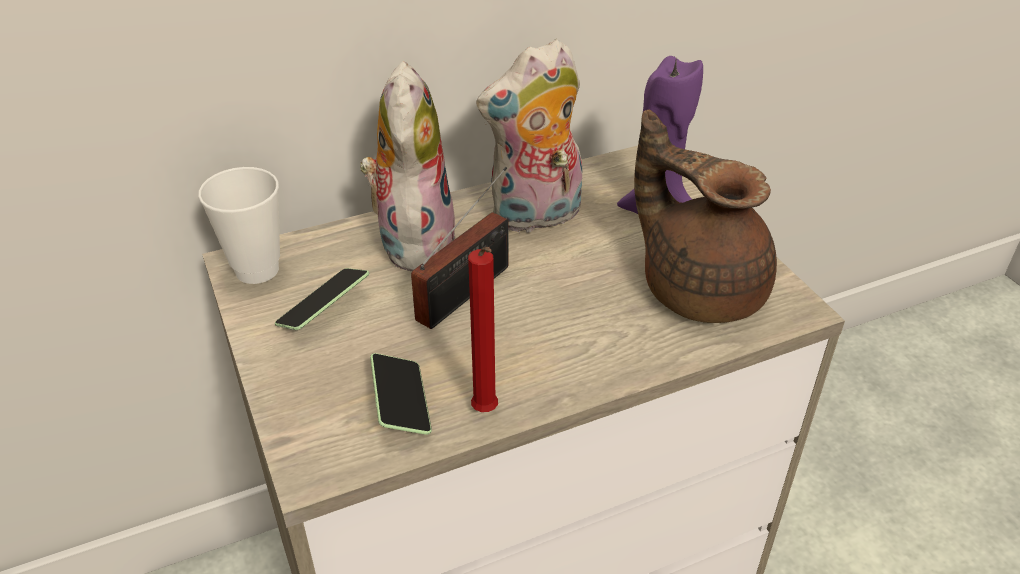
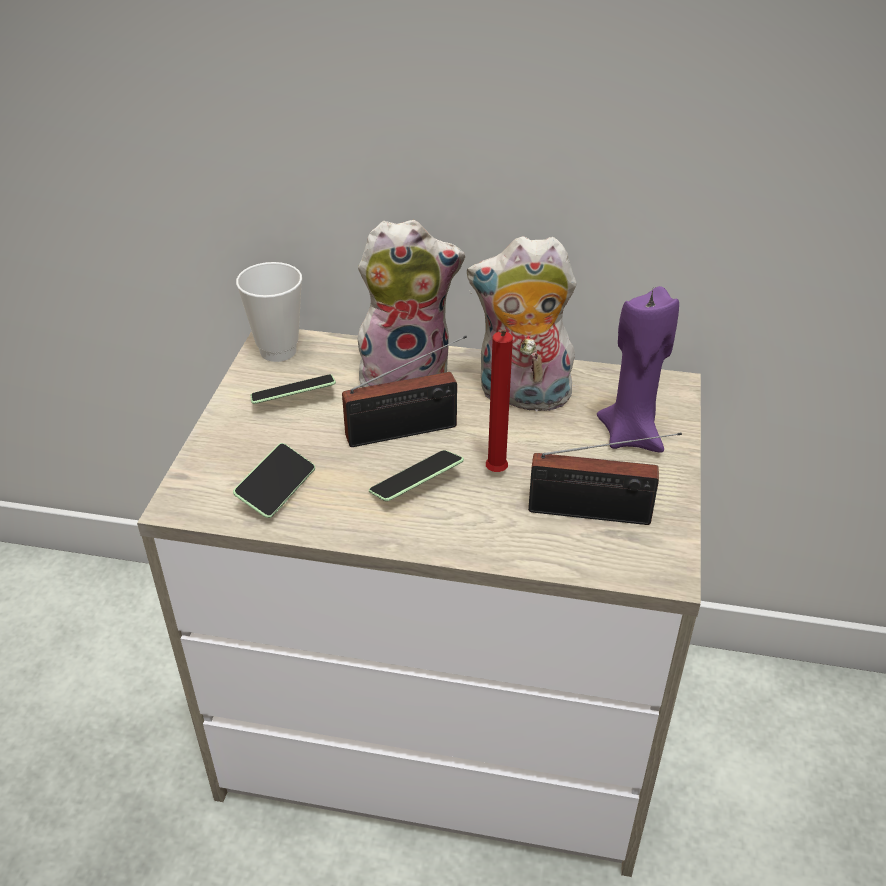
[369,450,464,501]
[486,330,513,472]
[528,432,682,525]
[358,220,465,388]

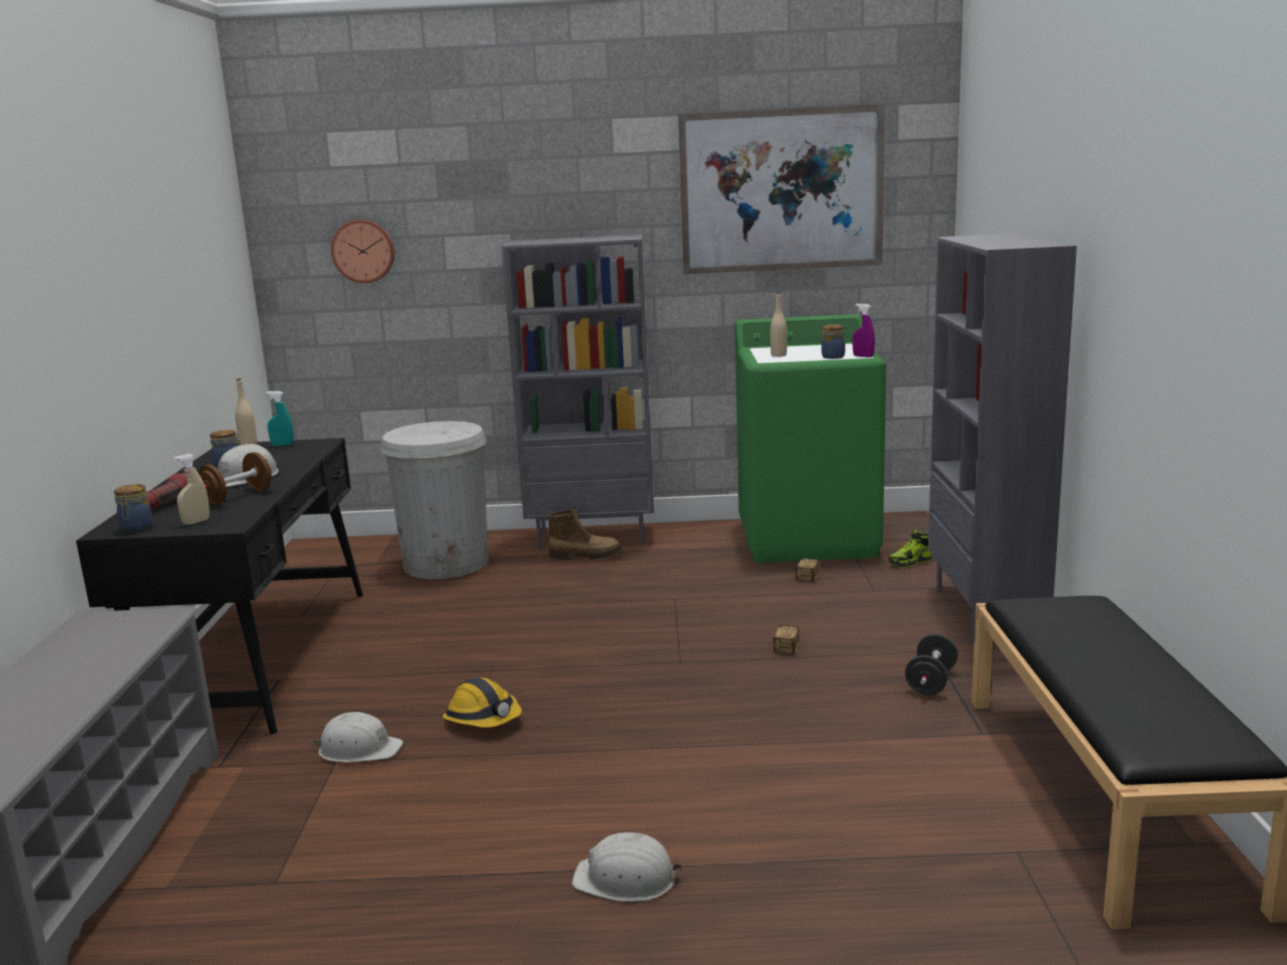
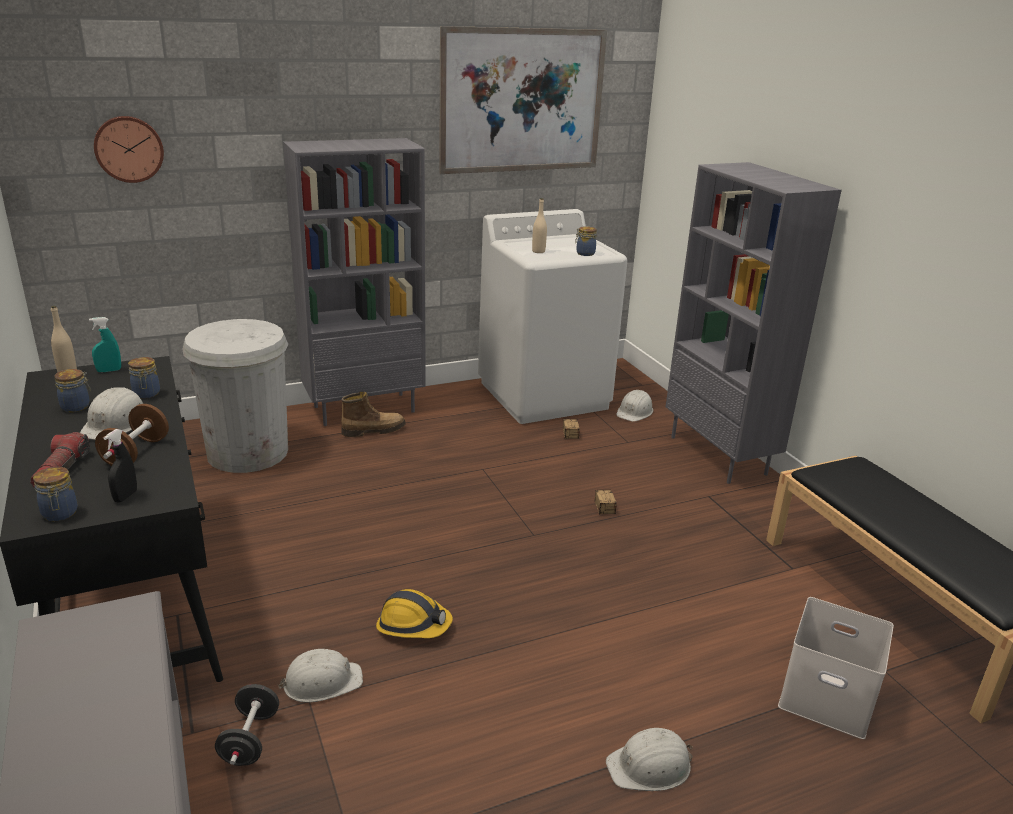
[852,304,875,357] (first image)
[128,357,160,399]
[778,597,894,739]
[215,684,279,766]
[616,390,653,422]
[104,429,137,502]
[478,209,628,424]

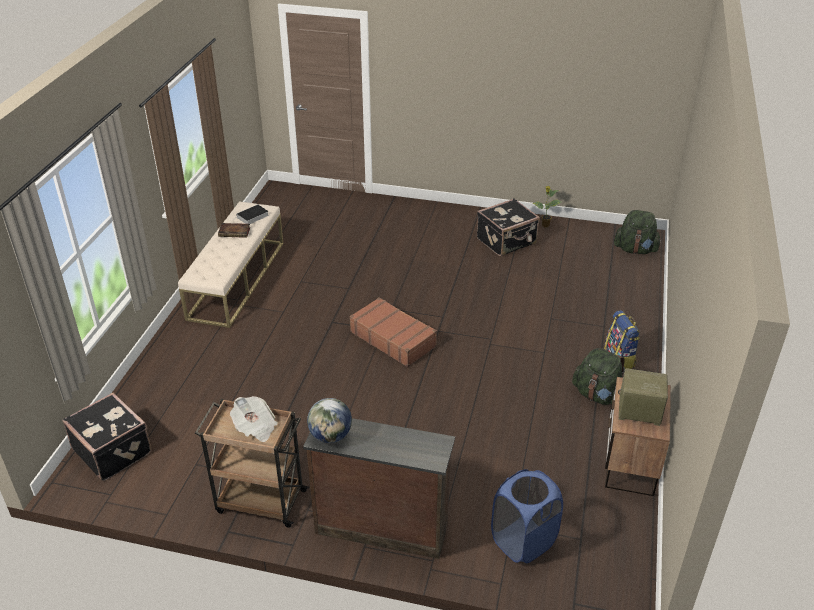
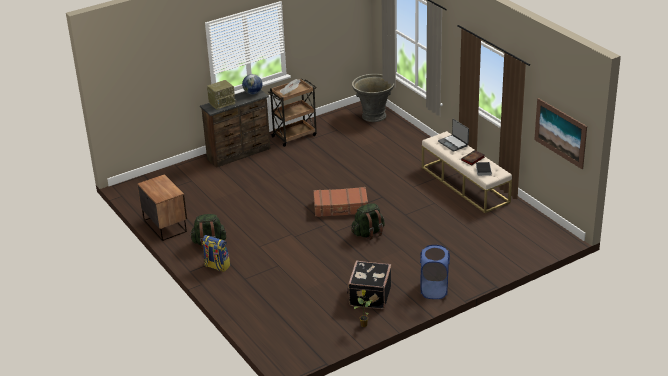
[438,119,469,152]
[534,98,587,169]
[420,245,450,299]
[352,203,385,240]
[207,80,237,110]
[352,74,394,122]

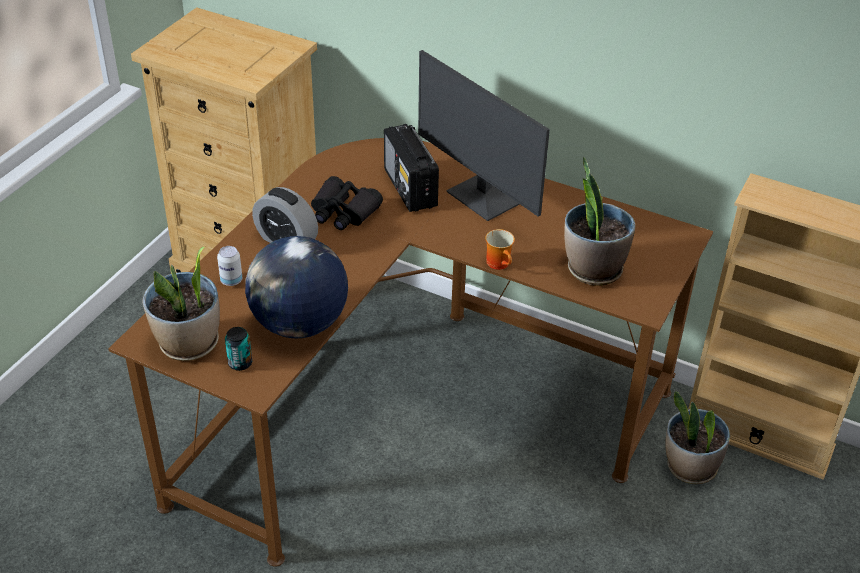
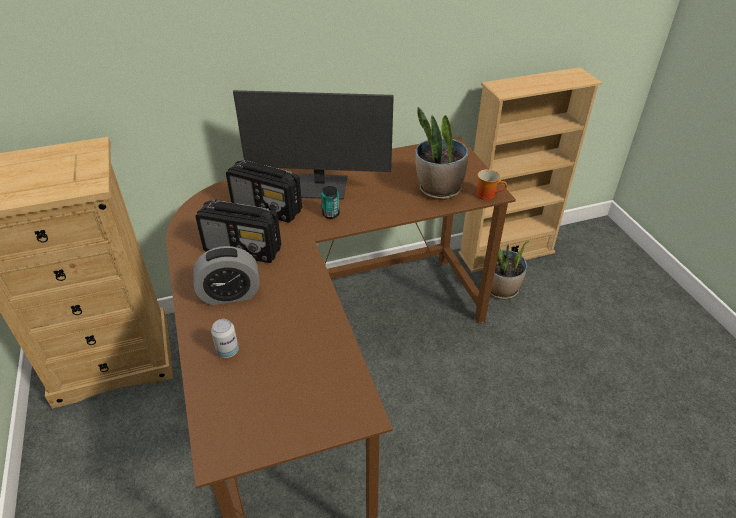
[143,247,220,361] (first image)
[245,236,348,338] (first image)
[321,186,340,219]
[477,169,507,200]
[195,199,281,263]

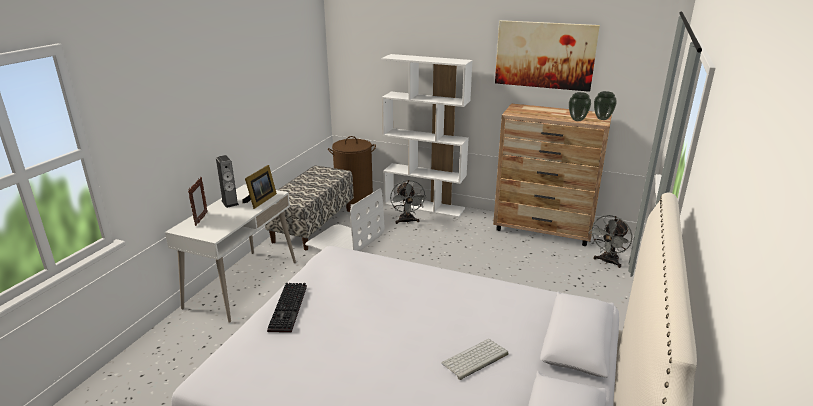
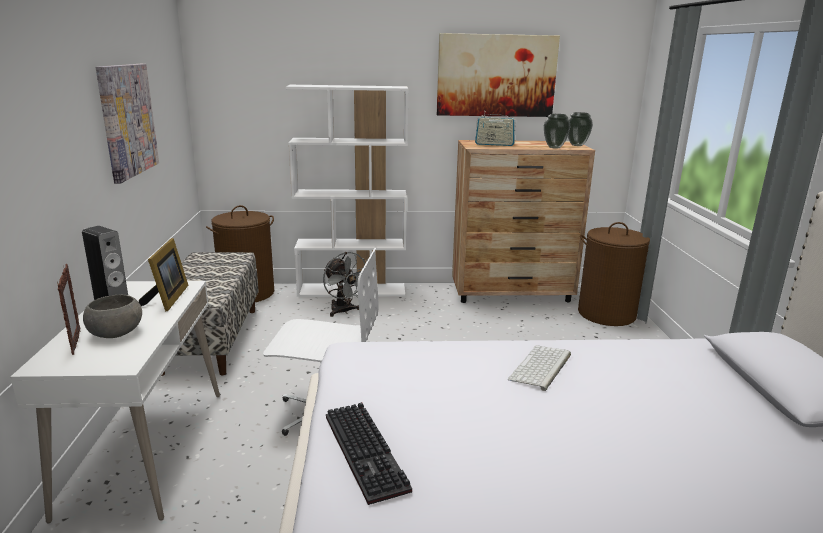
[83,295,142,338]
[96,64,159,184]
[475,114,516,146]
[508,345,571,391]
[578,222,650,326]

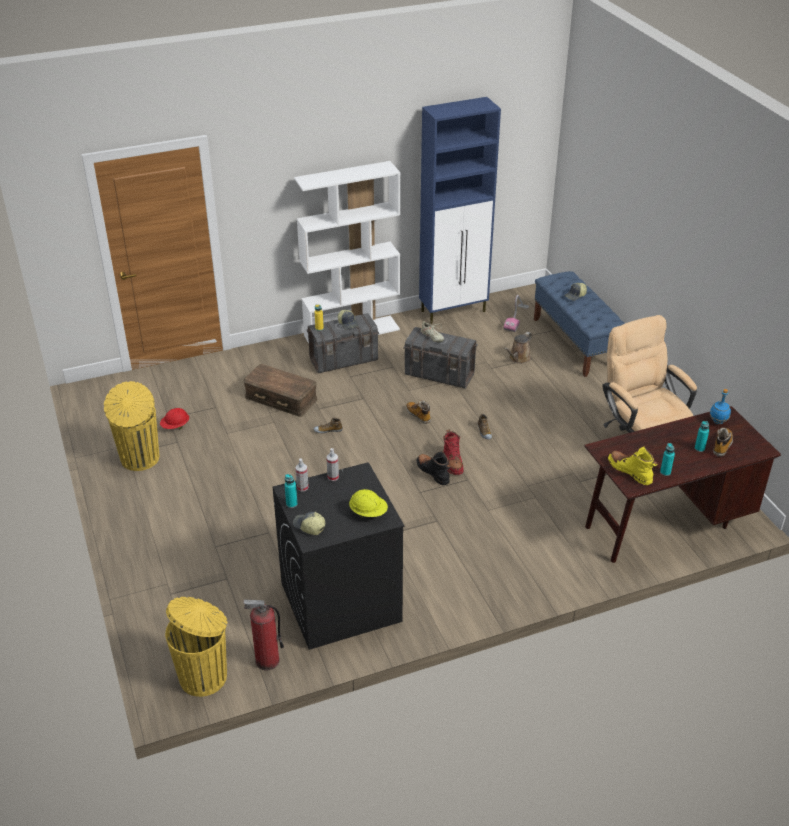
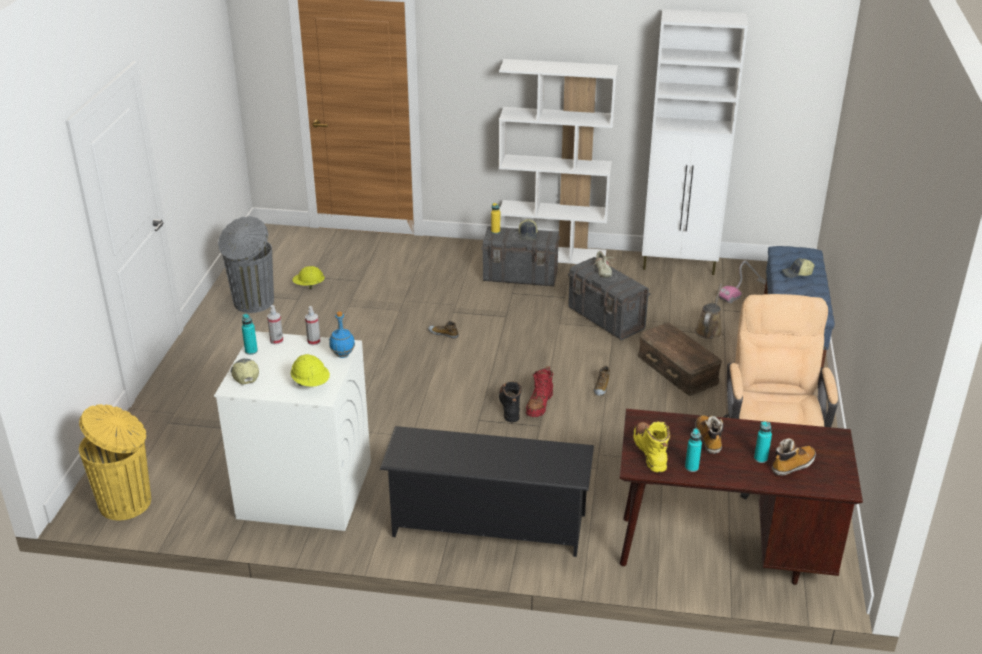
[243,599,284,670] (first image)
[380,426,594,557]
[638,323,722,396]
[695,415,723,454]
[329,311,355,358]
[218,216,274,313]
[292,266,325,289]
[214,331,371,531]
[642,9,748,275]
[695,284,722,339]

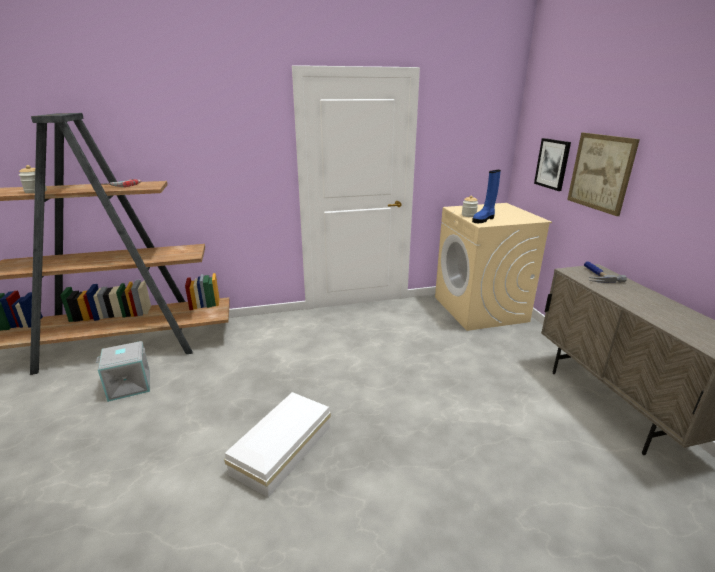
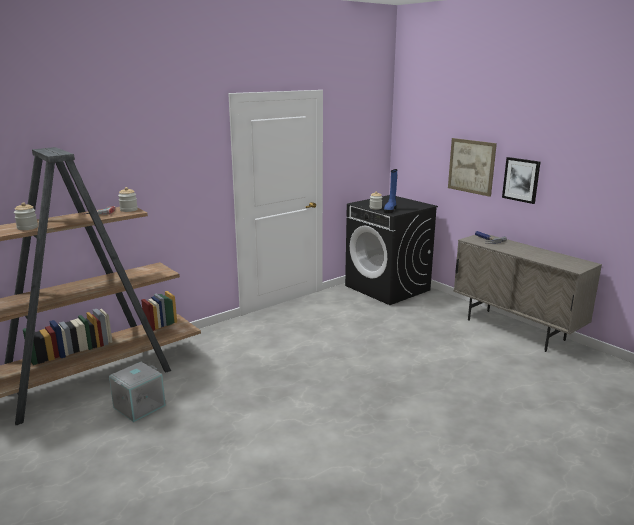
[224,392,331,498] (first image)
[118,187,138,212]
[502,157,540,204]
[345,195,438,305]

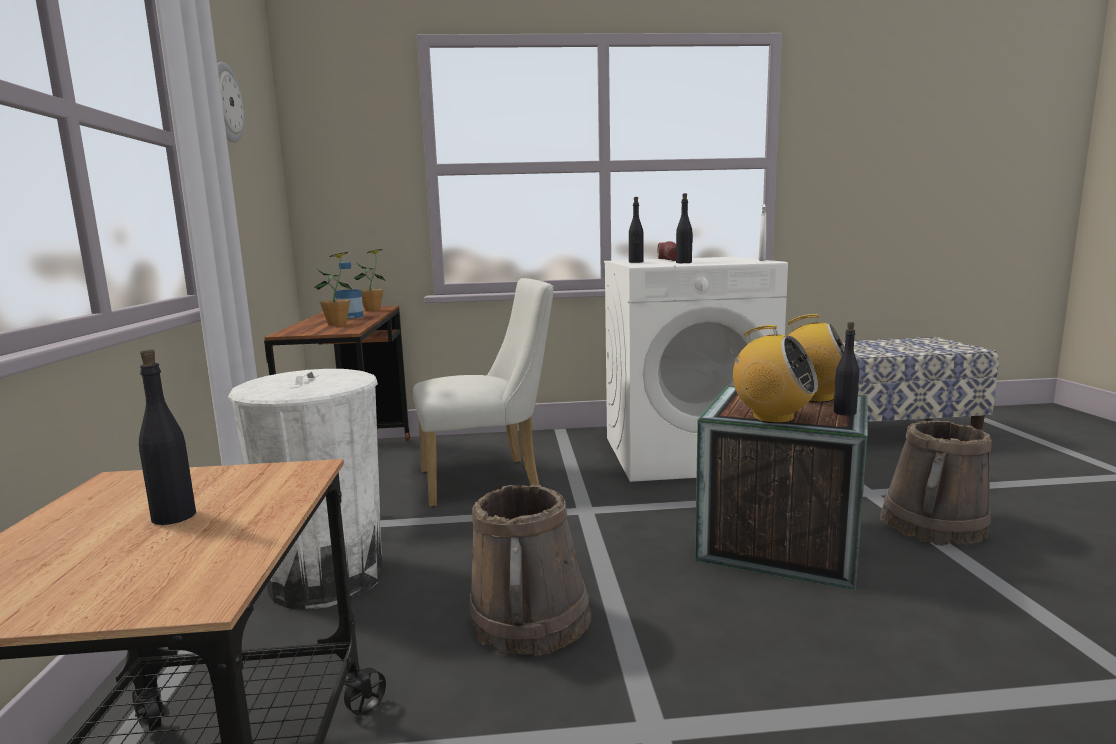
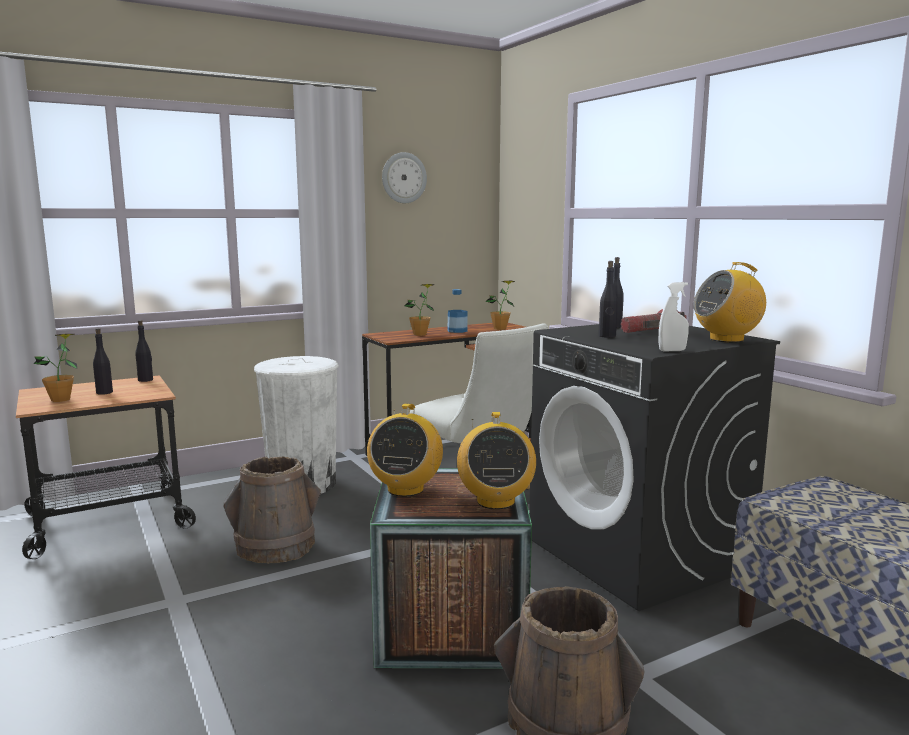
[34,334,77,402]
[693,262,766,343]
[135,320,153,382]
[529,324,780,611]

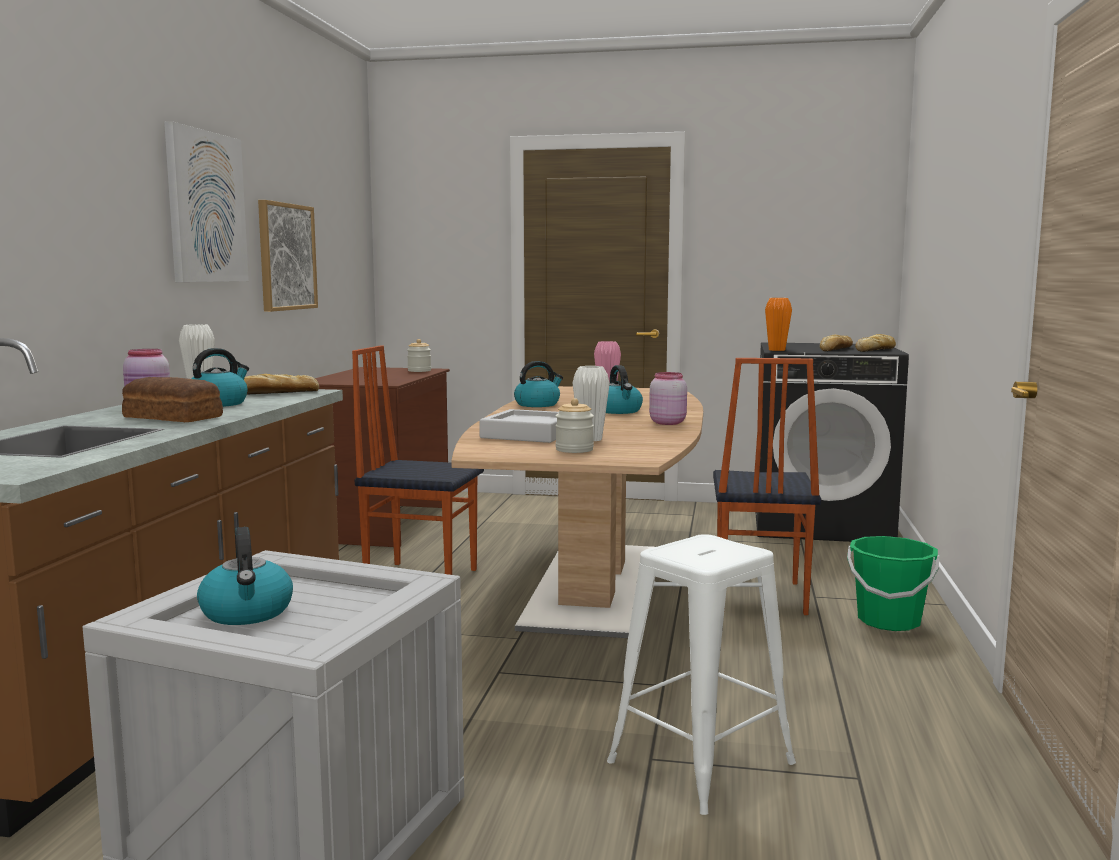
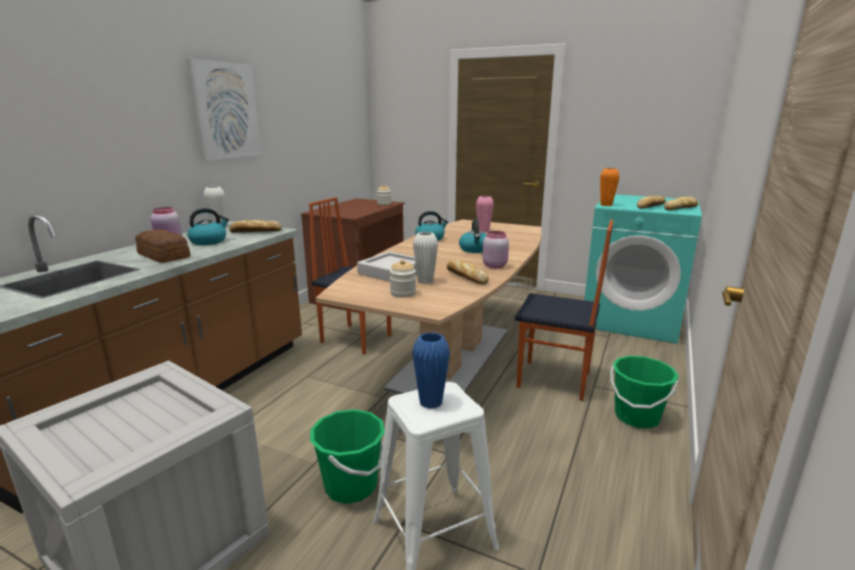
[197,527,293,625] (first image)
[258,200,318,312] (first image)
[310,409,385,504]
[412,332,450,409]
[447,260,489,285]
[584,194,702,344]
[515,220,613,401]

